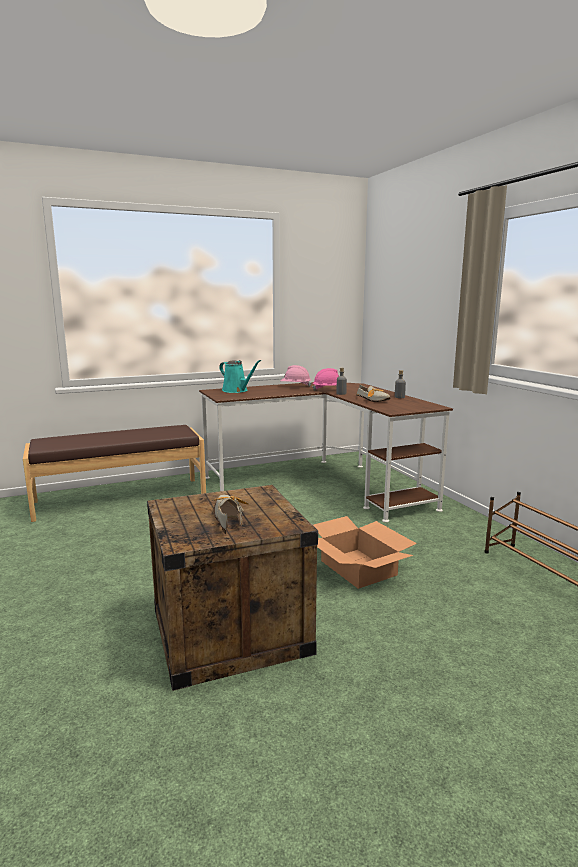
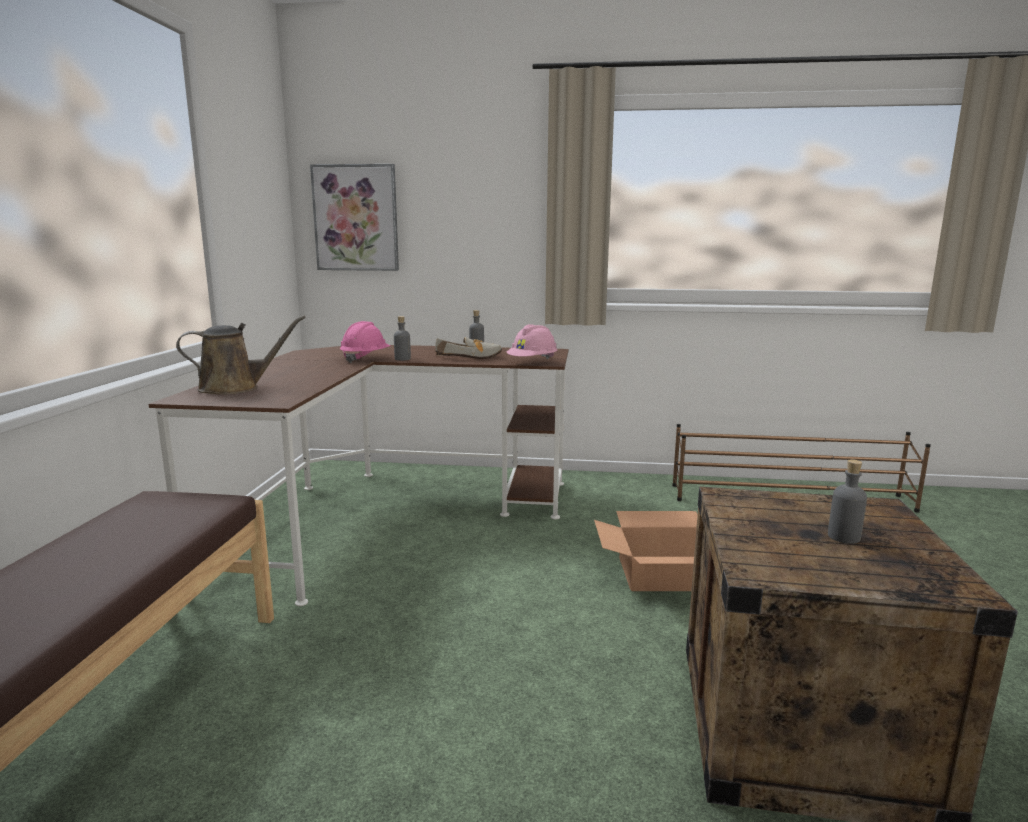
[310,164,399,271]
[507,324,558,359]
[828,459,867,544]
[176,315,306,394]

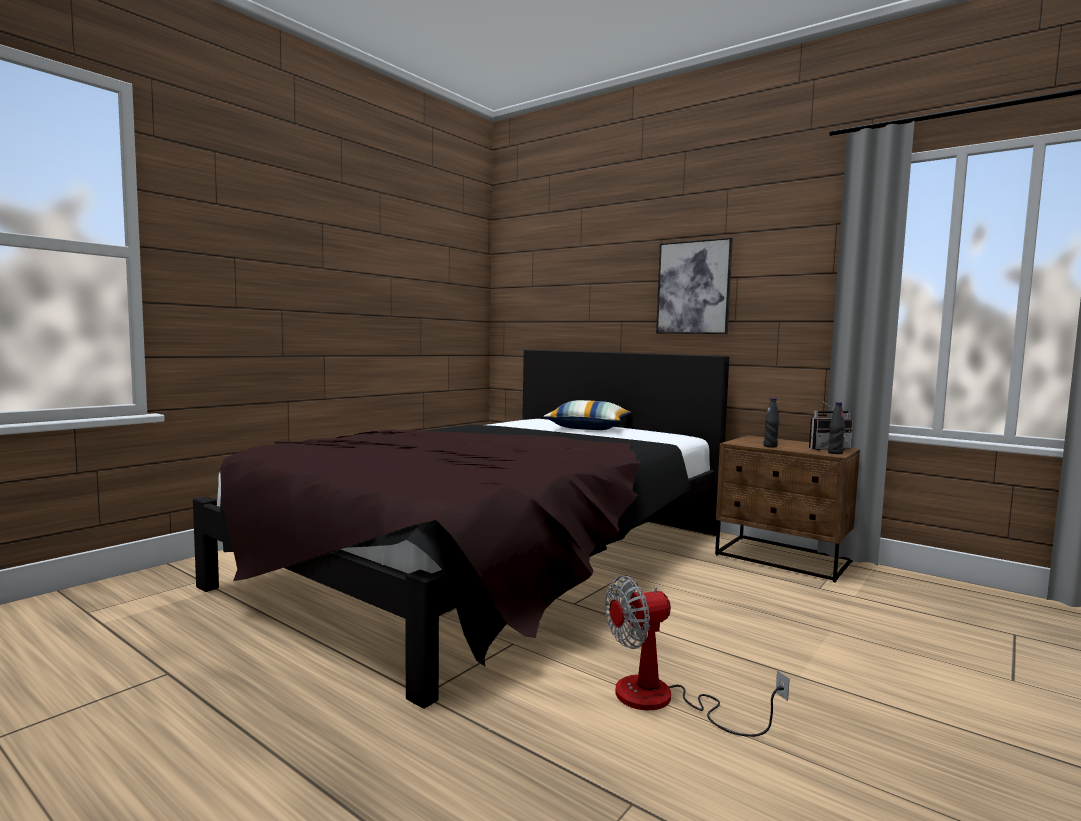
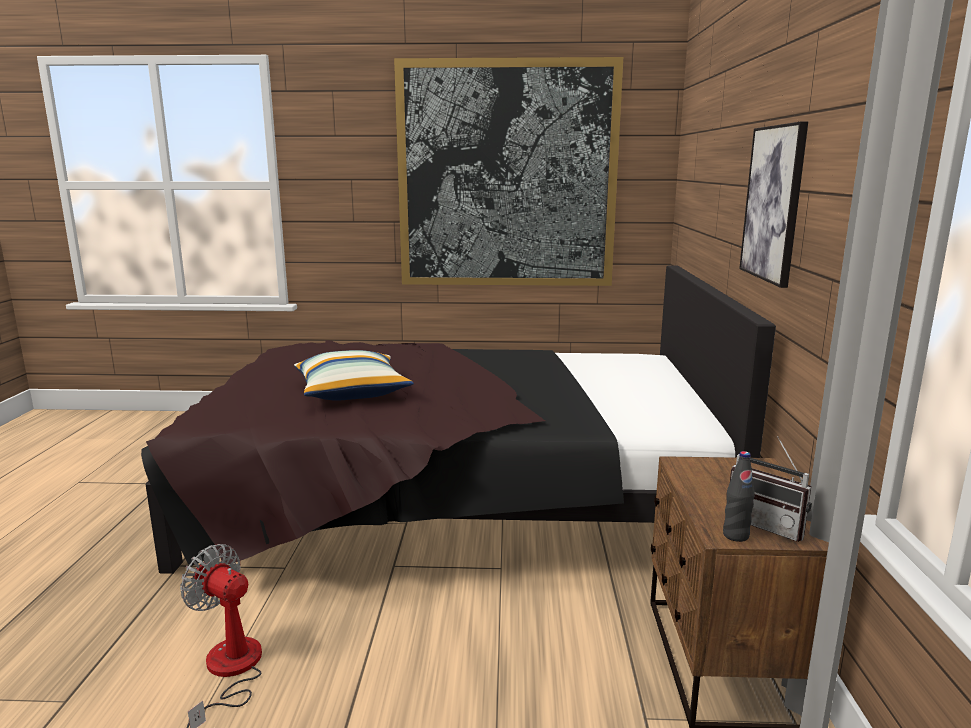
[763,398,779,447] (first image)
[394,57,623,286]
[294,350,414,401]

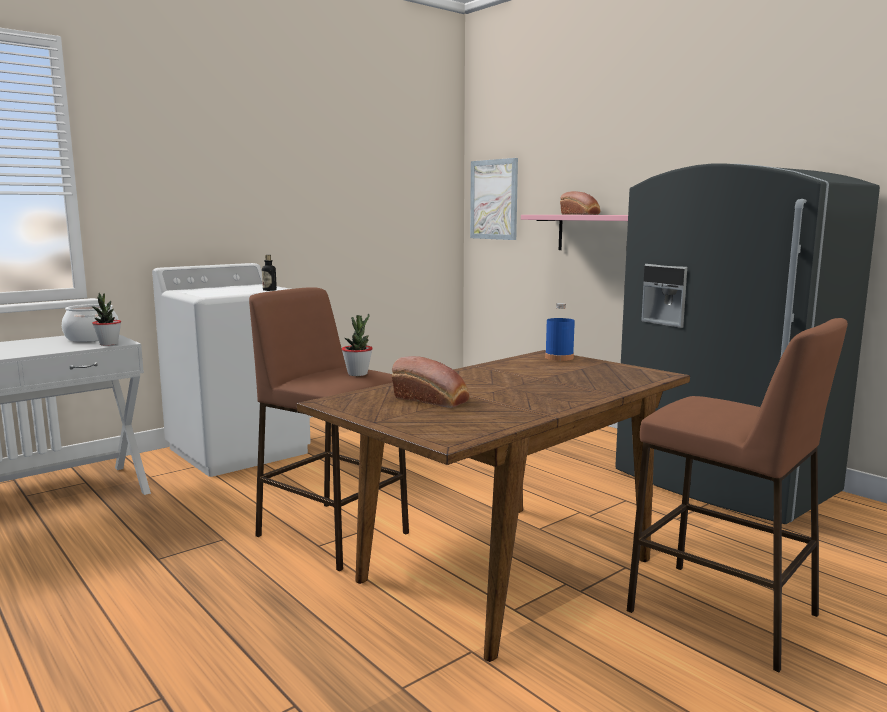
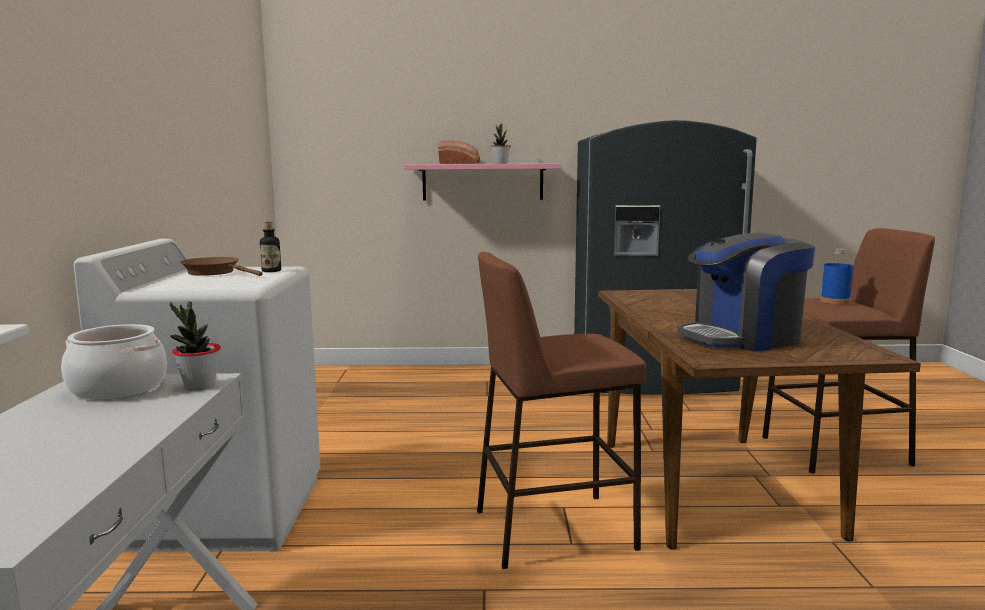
[470,158,518,240] (first image)
[180,257,262,276]
[491,124,511,164]
[820,249,854,305]
[677,232,815,352]

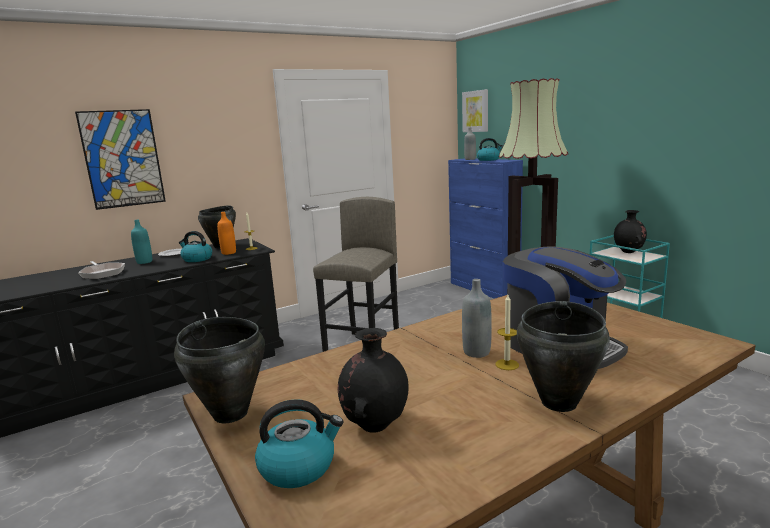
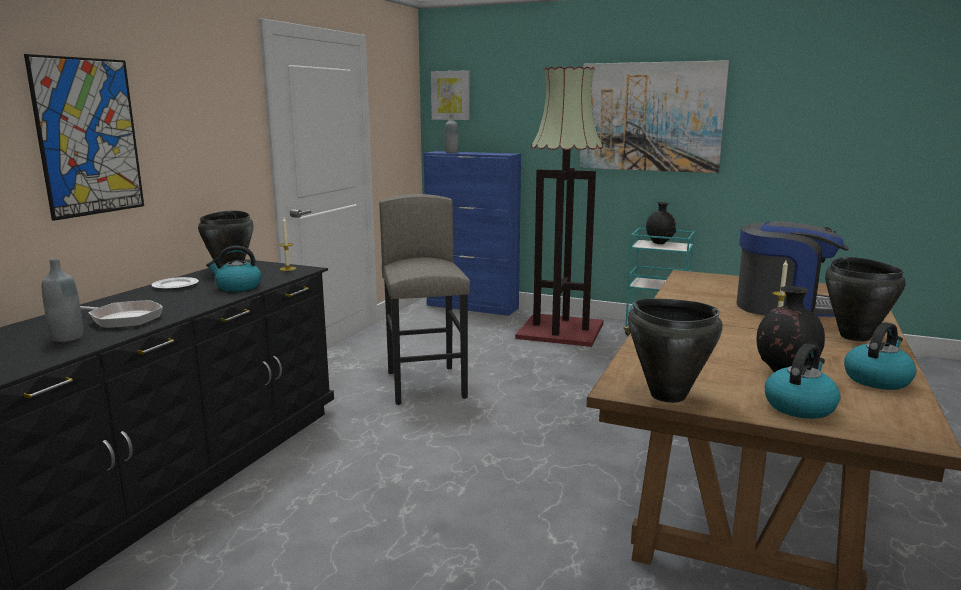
[131,220,152,264] (first image)
[217,212,236,255] (first image)
[580,60,729,173]
[42,259,83,342]
[844,322,916,390]

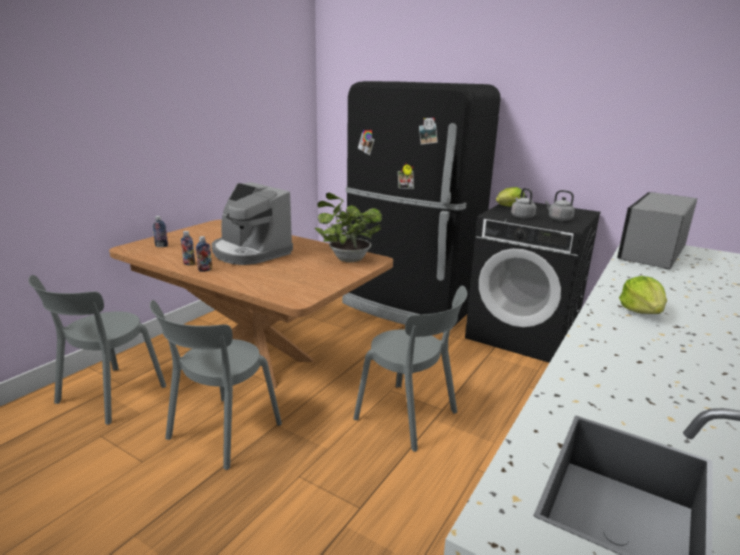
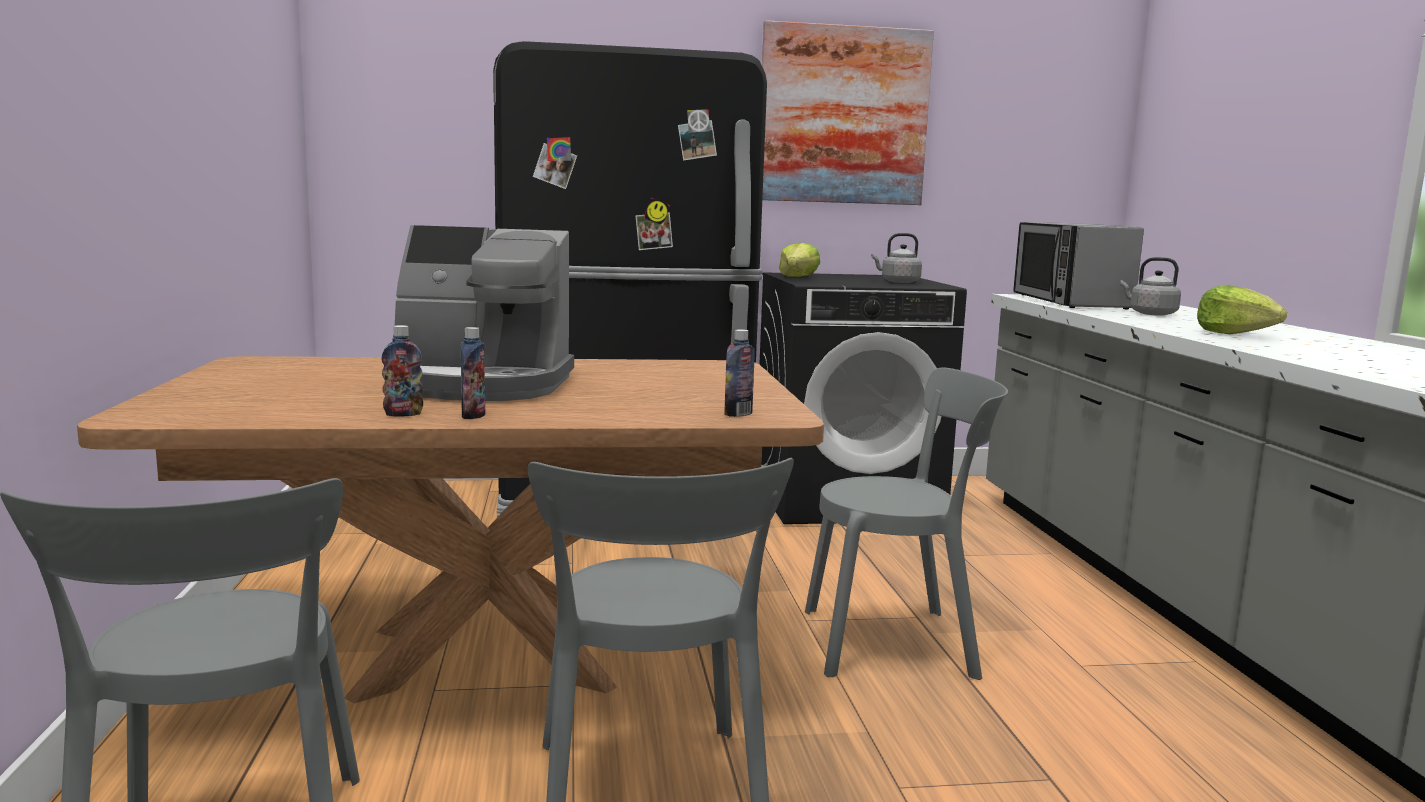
[315,193,382,262] (first image)
[762,20,934,205]
[724,329,755,417]
[1120,257,1181,316]

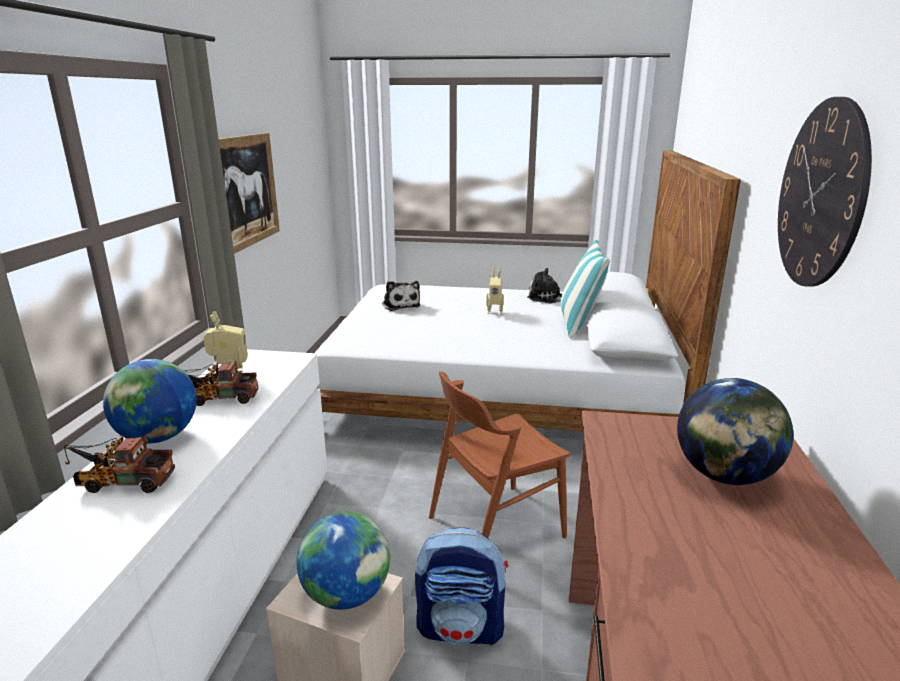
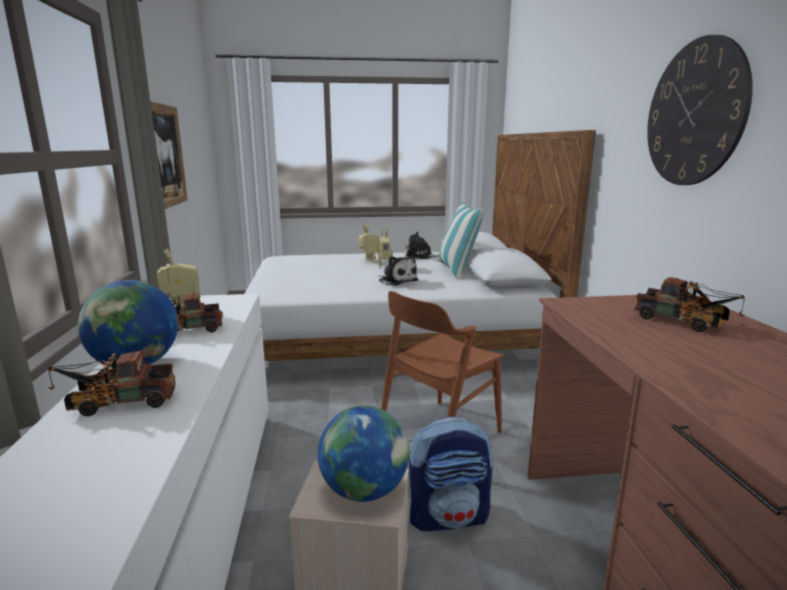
[358,225,379,263]
[378,256,419,286]
[635,277,745,332]

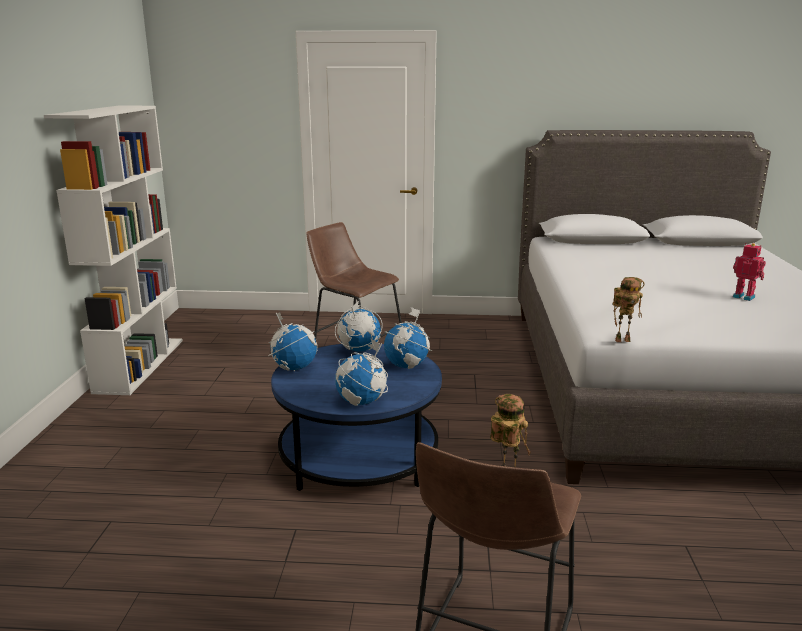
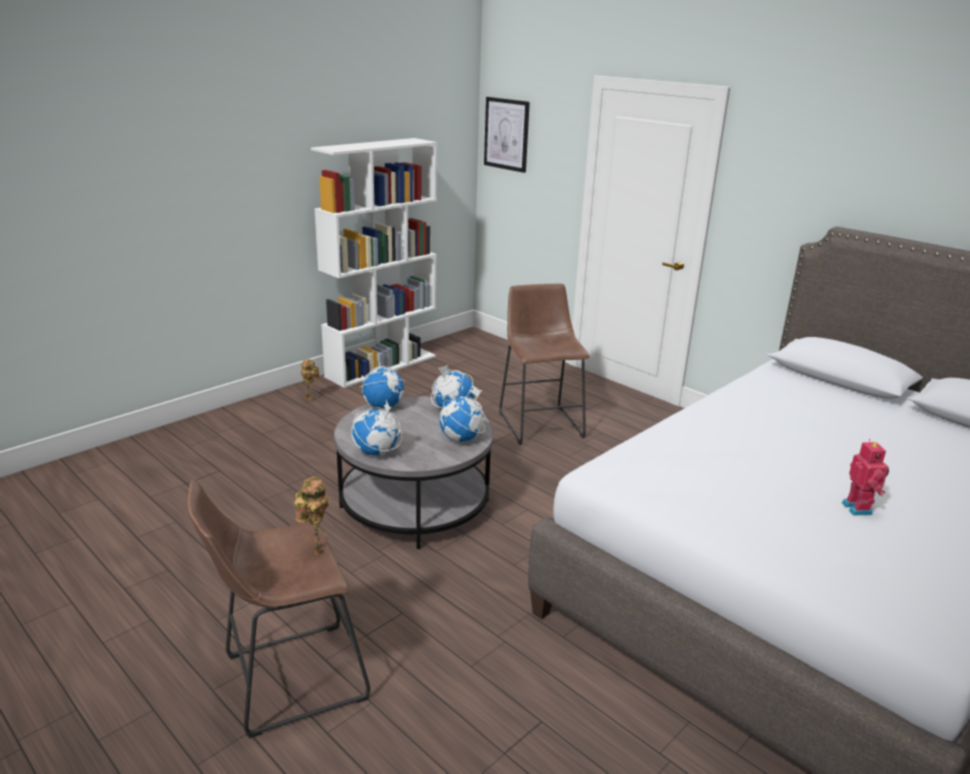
[484,97,530,173]
[299,359,319,402]
[334,396,494,549]

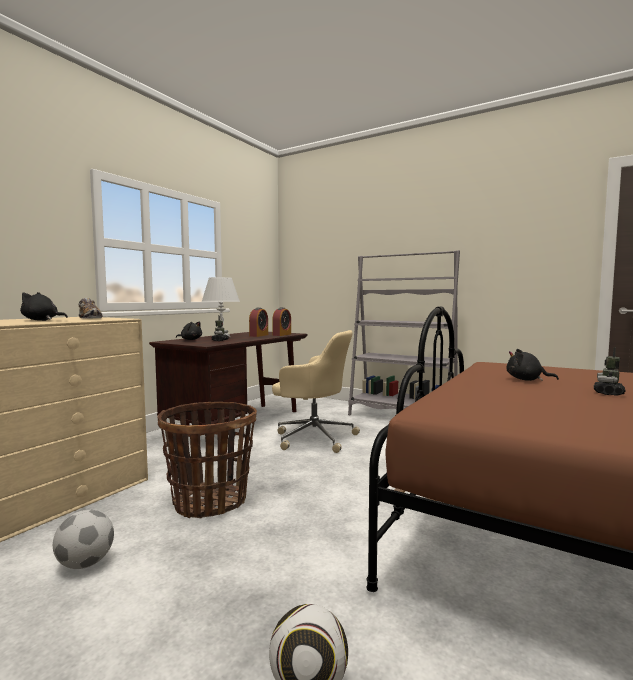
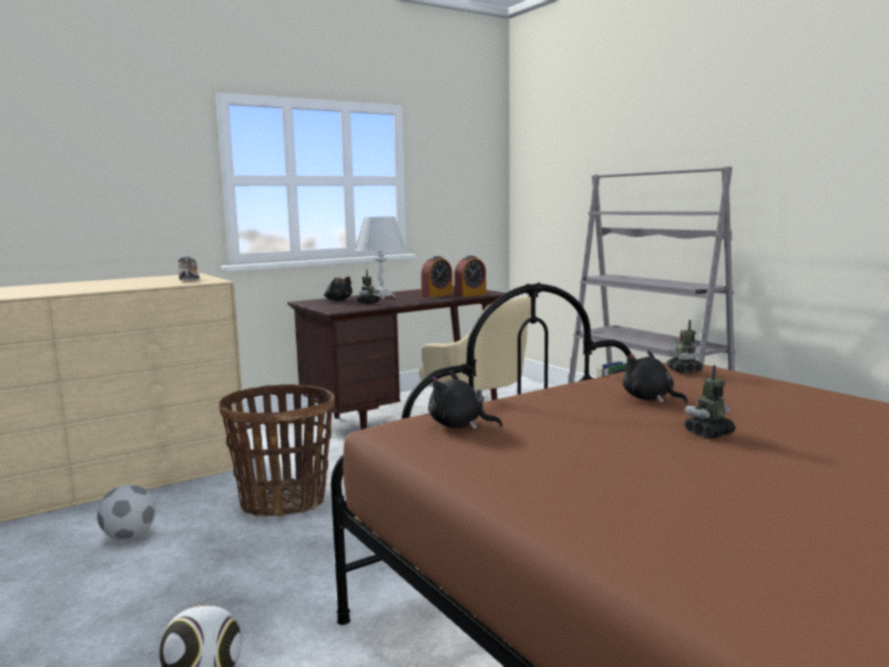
[667,320,703,374]
[428,371,503,429]

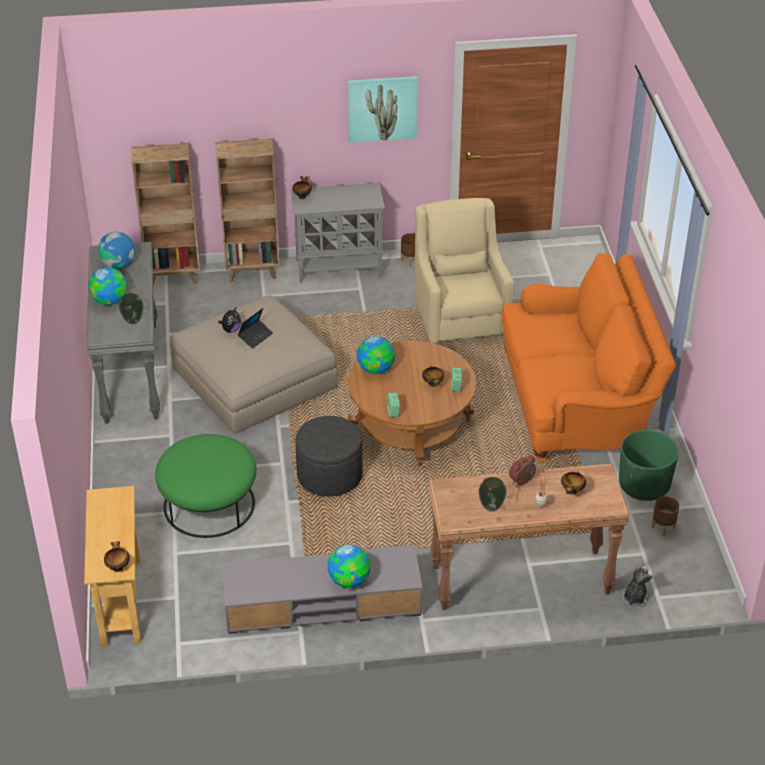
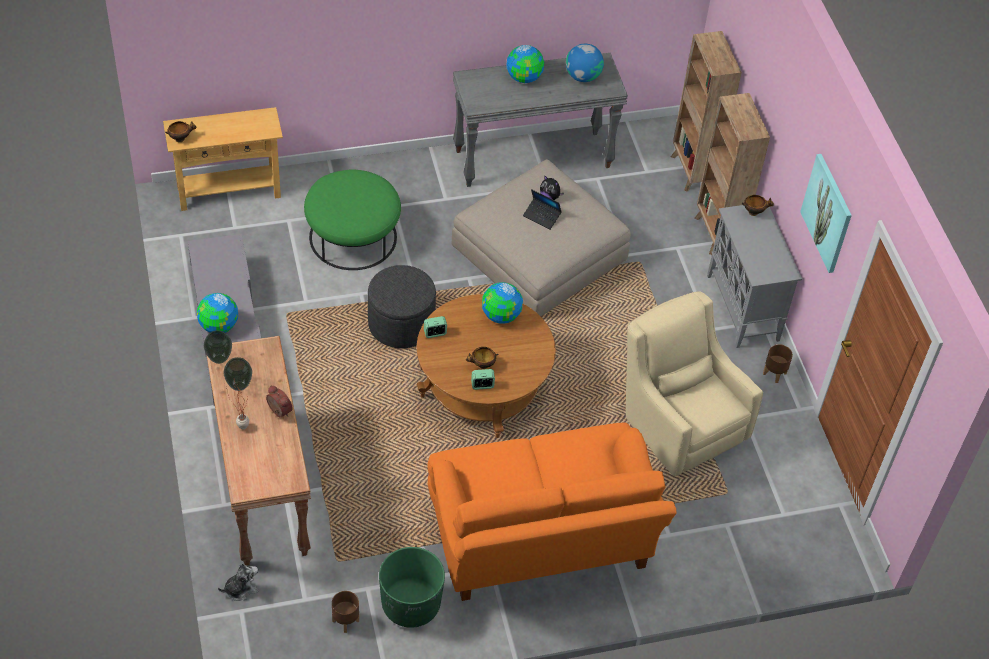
[561,471,586,495] (first image)
[204,330,232,364]
[626,291,763,477]
[218,563,258,601]

